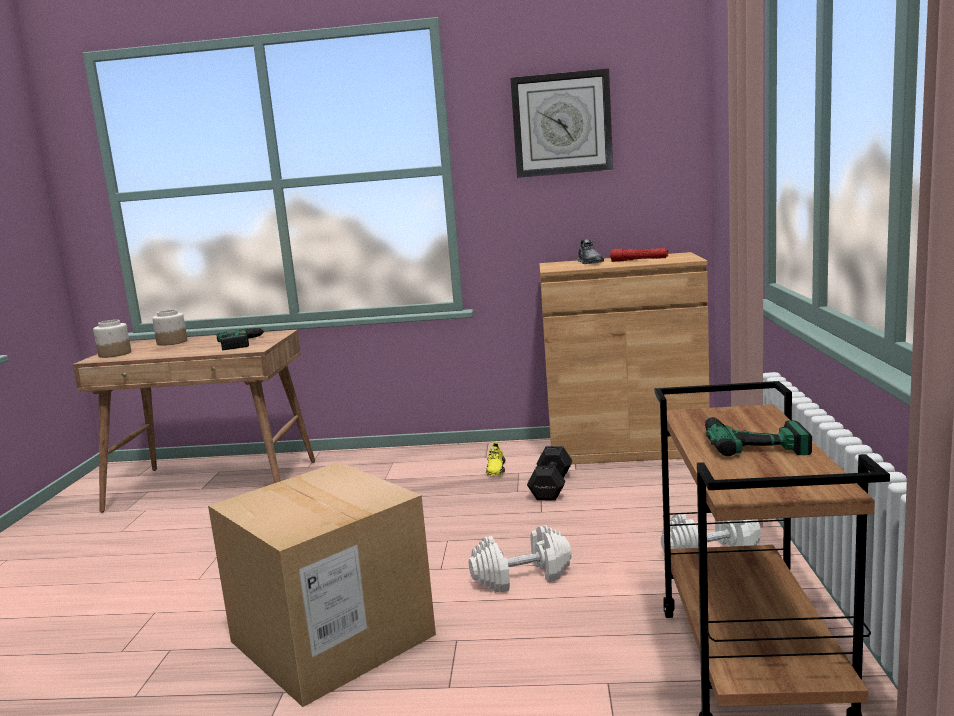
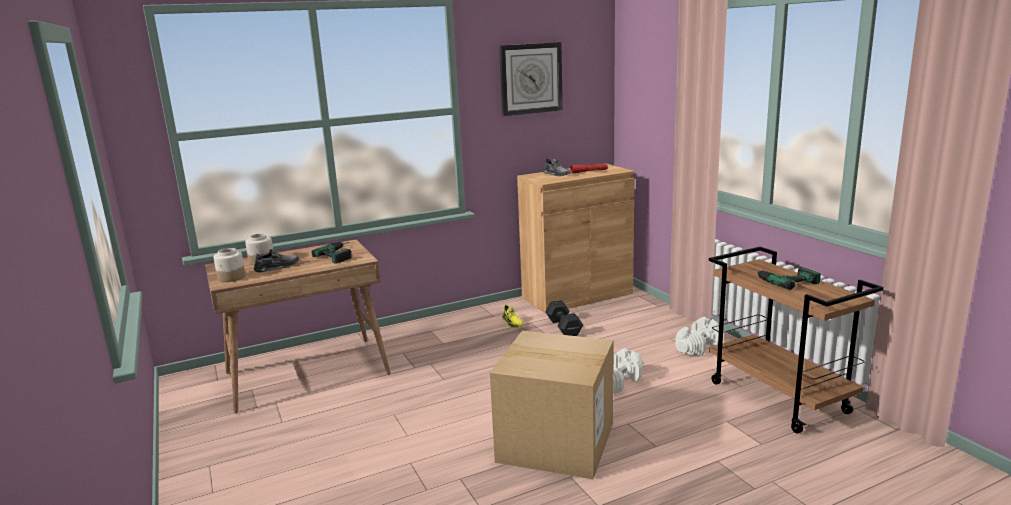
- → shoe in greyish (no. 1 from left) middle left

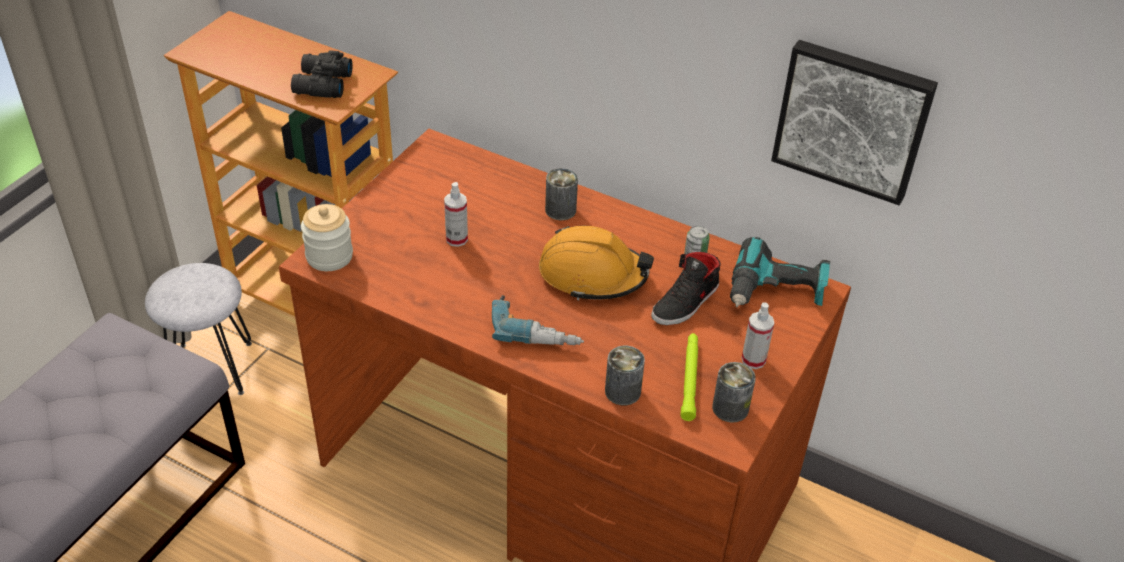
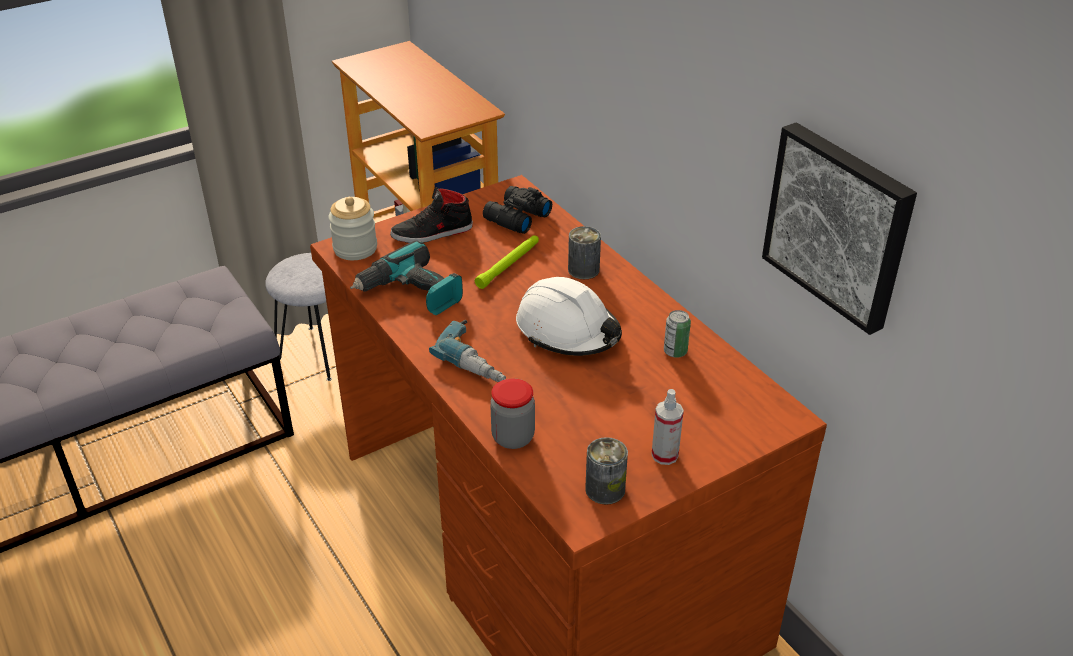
pair of binoculars in black-coloured top left → pair of binoculars in black-coloured top centre, relocated
spray bottle (no. 1 from left) centre → -
safety helmet in orangey centre → safety helmet in white centre
can (no. 2 from left) bottom centre → jar (no. 2 from left) centre
shoe in black-coloured centre → shoe in black-coloured top centre, relocated
hand torch in green-coloured bottom centre → hand torch in green-coloured centre, relocated
electric drill (no. 2 from left in the first image) middle right → electric drill (no. 1 from left) centre, relocated

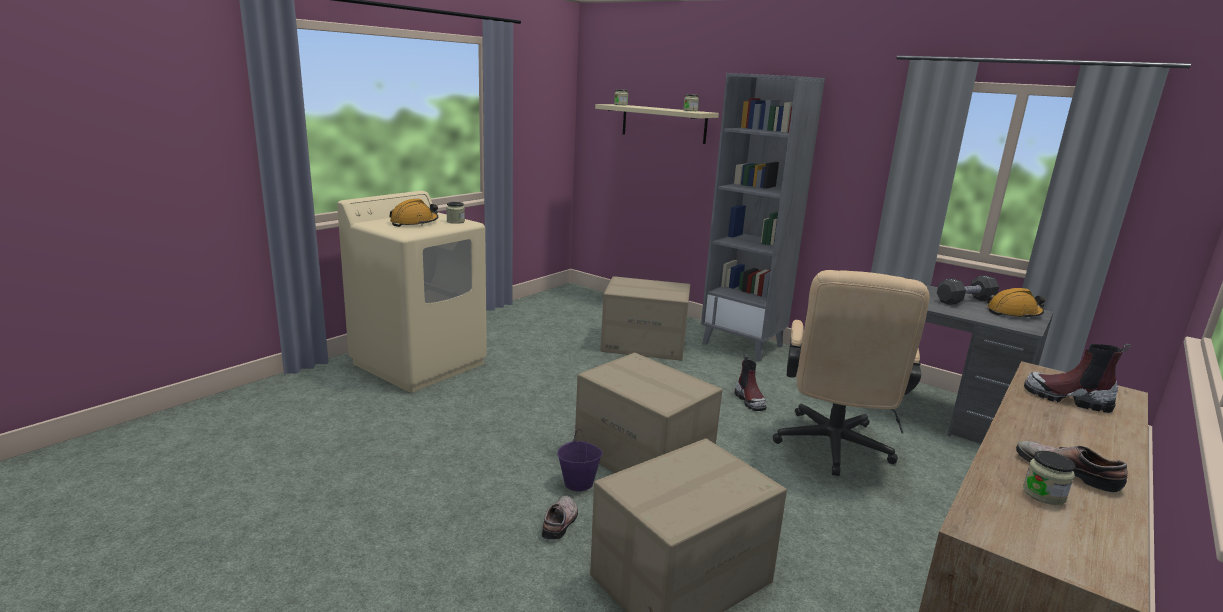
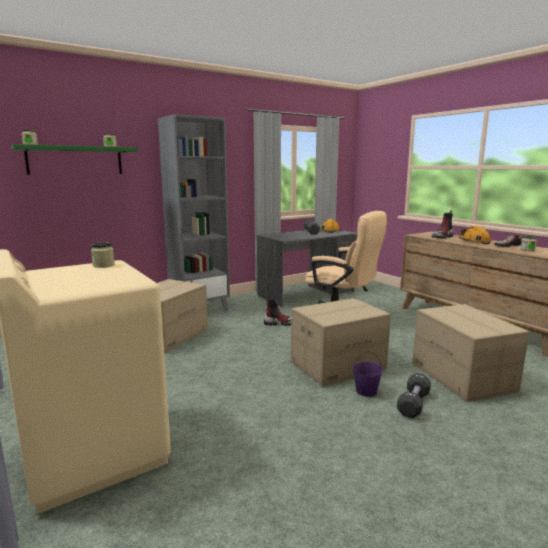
safety helmet in orangey (no. 1 from left in the first image) centre → safety helmet in orangey (no. 2 from left) middle right, relocated
shoe (no. 1 from left) bottom centre → dumbbell in black-coloured (no. 2 from left) bottom right
shelf in beige-coloured top centre → shelf in green-coloured top left

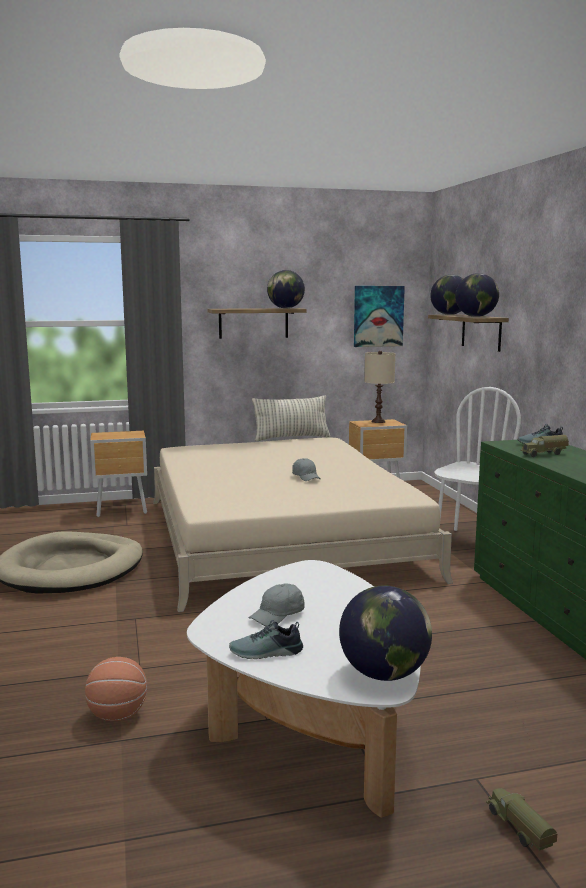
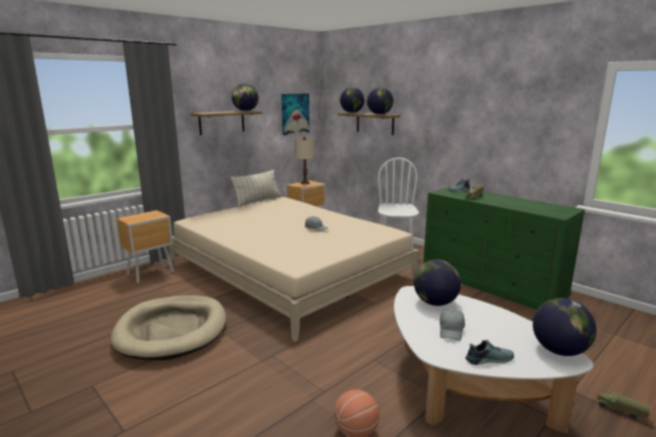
shoe (no. 1 from left in the first image) bottom centre → shoe (no. 2 from left) bottom right, 150 degrees counterclockwise
- → globe (no. 4 from left) centre

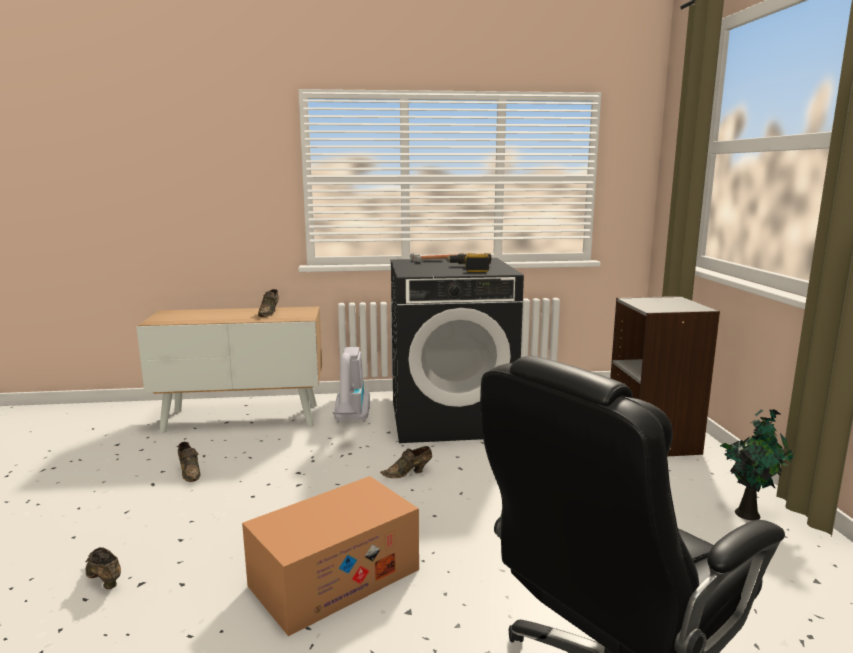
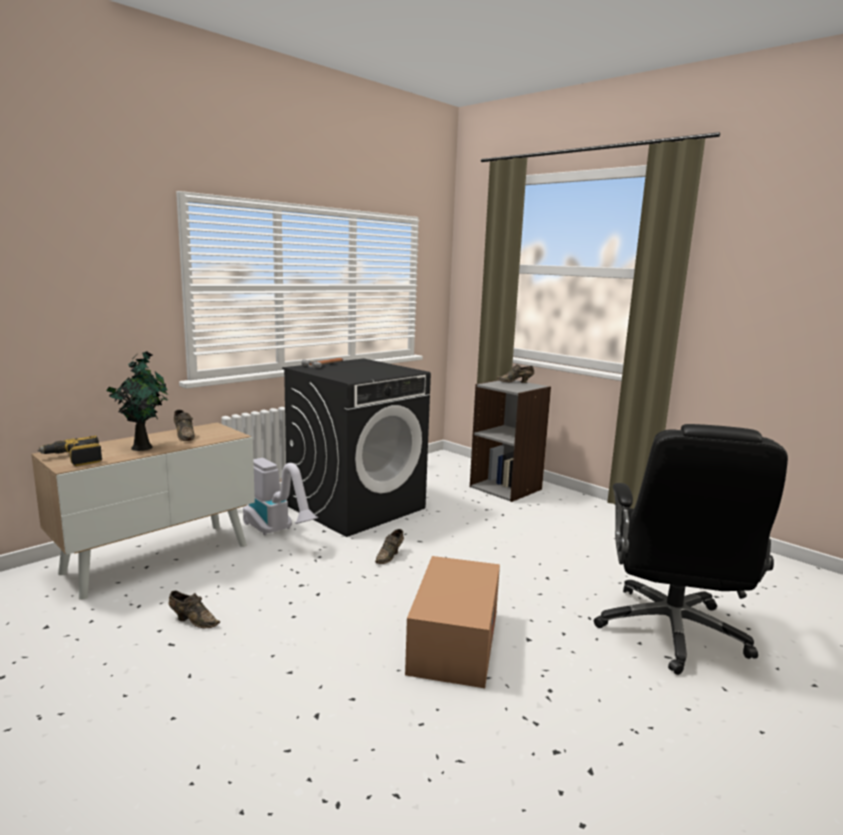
shoe in brownish (no. 1 from left in the first image) bottom left → shoe in brownish (no. 4 from left) centre, relocated
electric drill centre → electric drill middle left, relocated
potted plant bottom right → potted plant middle left, relocated

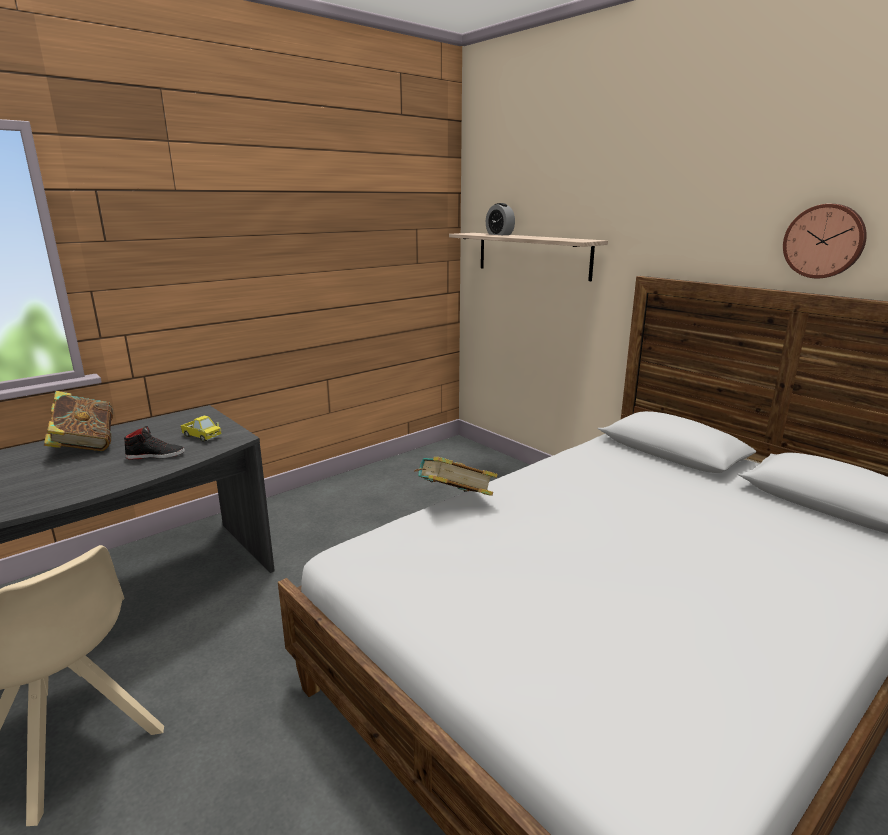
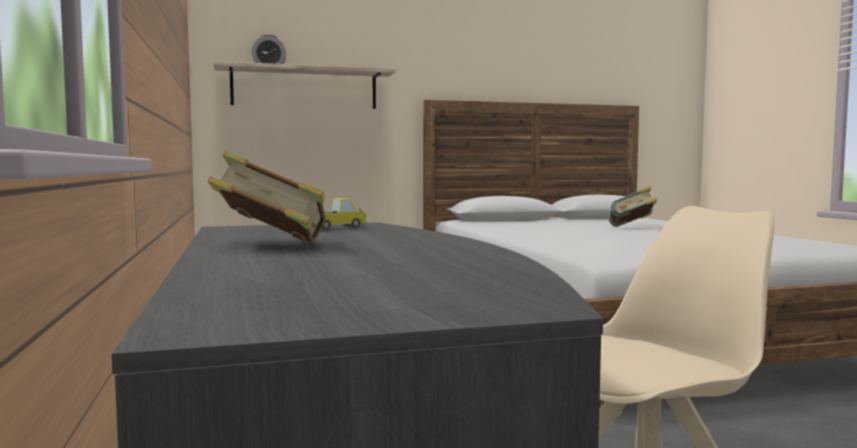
shoe in black-coloured middle left → -
volume (no. 2 from left) centre → volume (no. 2 from left) middle right, relocated
hanging clock top right → -

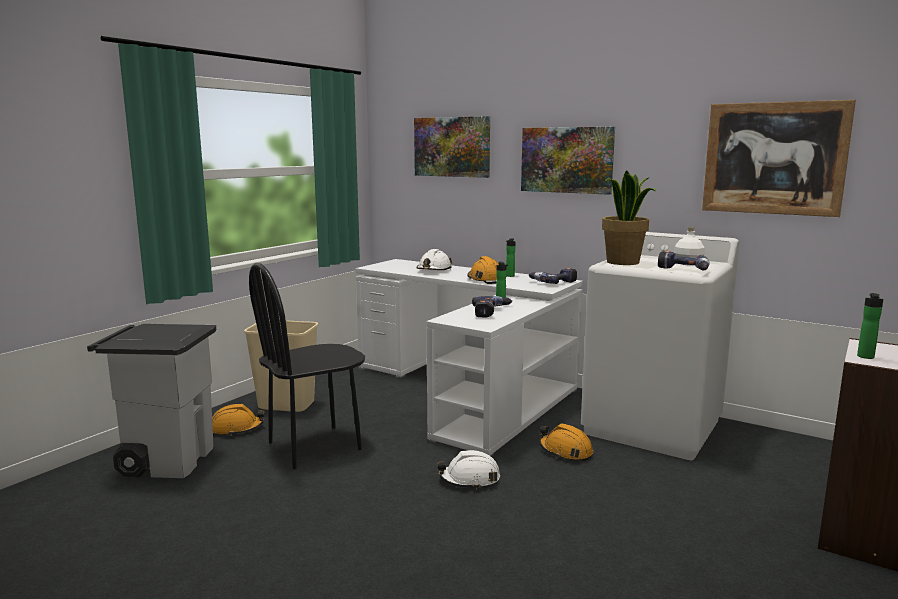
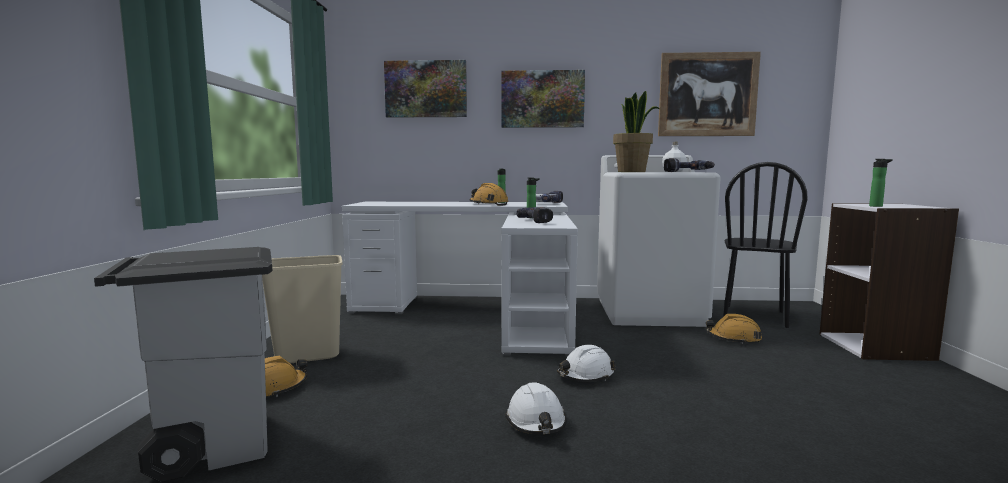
chair in black-coloured centre → chair in black-coloured middle right, relocated
safety helmet in white (no. 1 from left) centre → safety helmet in white (no. 1 from left) bottom centre, relocated
safety helmet in orangey (no. 3 from left) bottom centre → safety helmet in orangey (no. 3 from left) bottom right, relocated

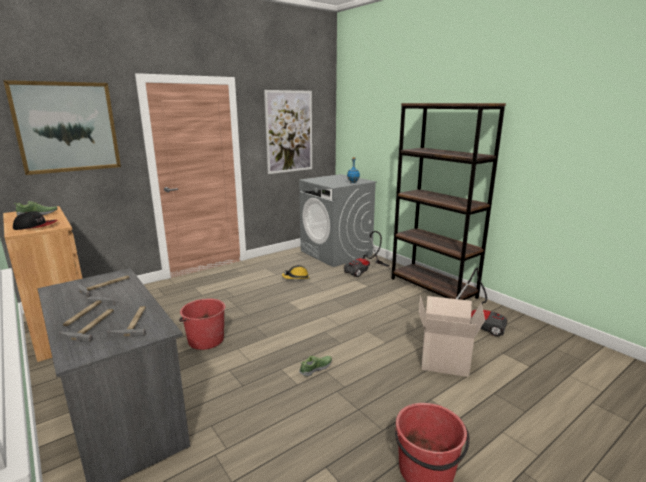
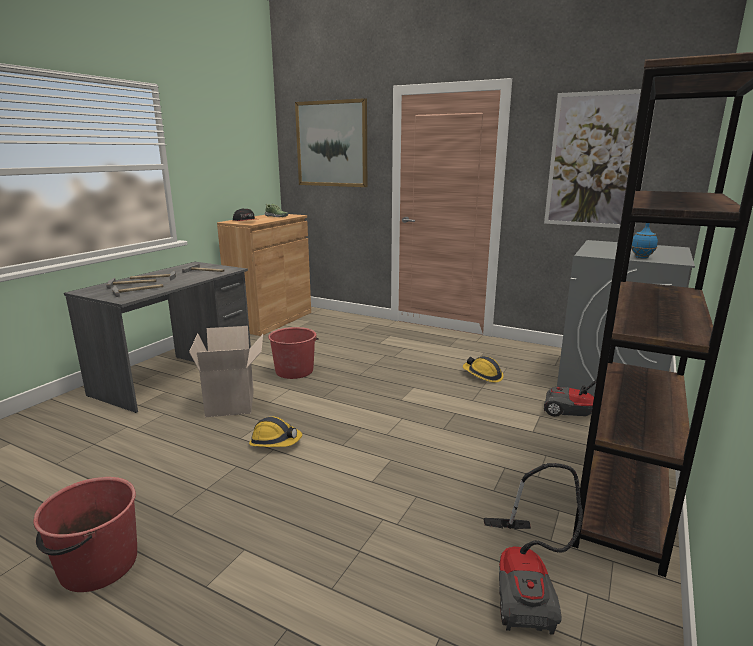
shoe (no. 2 from left) bottom centre → safety helmet (no. 1 from left) bottom centre
cardboard box bottom right → cardboard box middle left, relocated

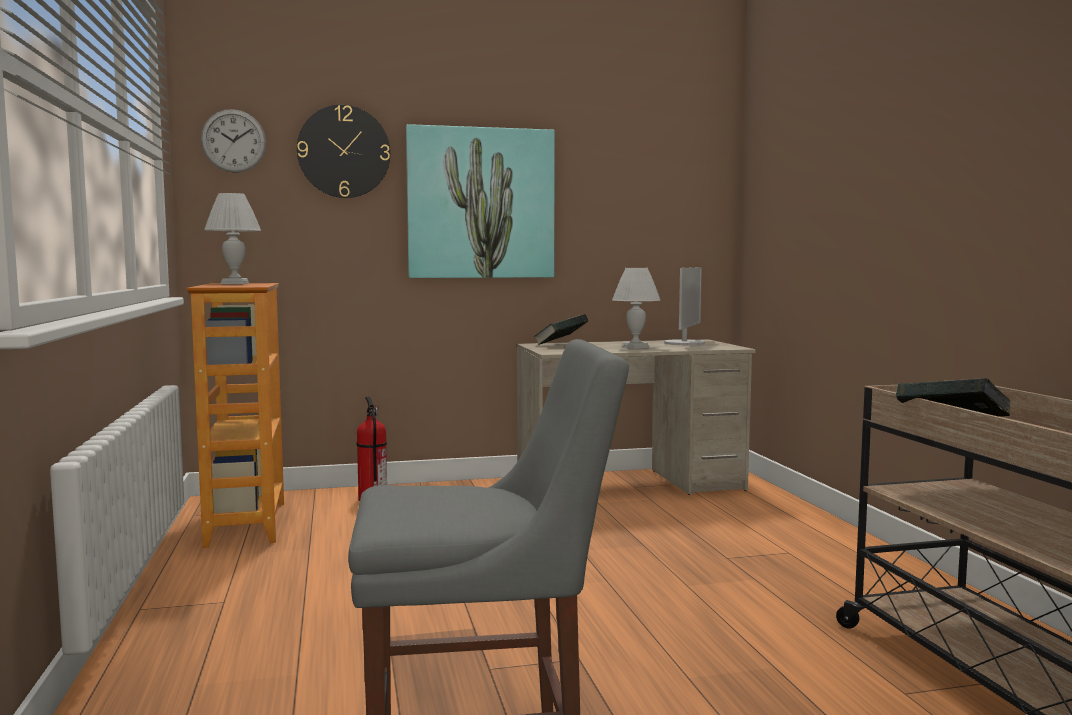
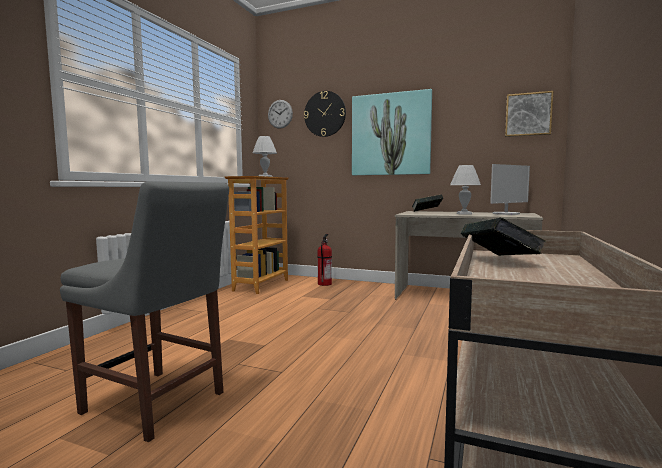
- → wall art (no. 2 from left) top right

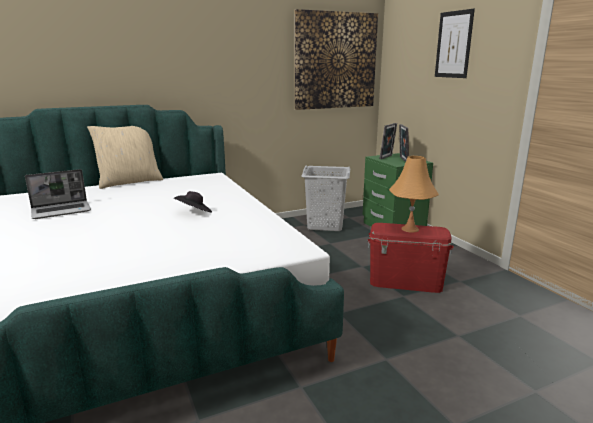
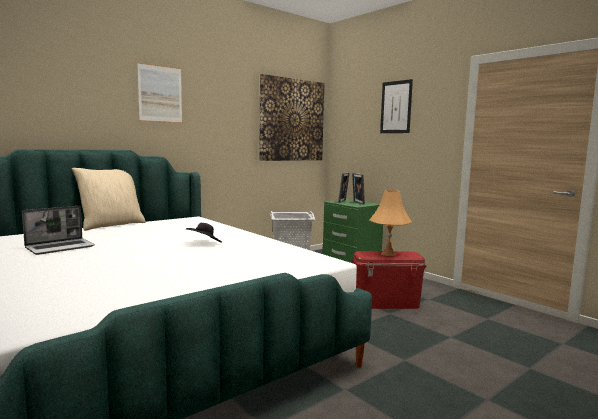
- → wall art (no. 1 from left) top left

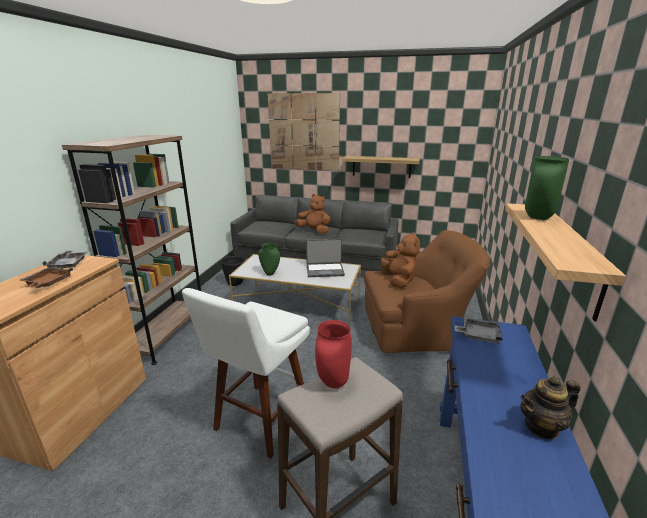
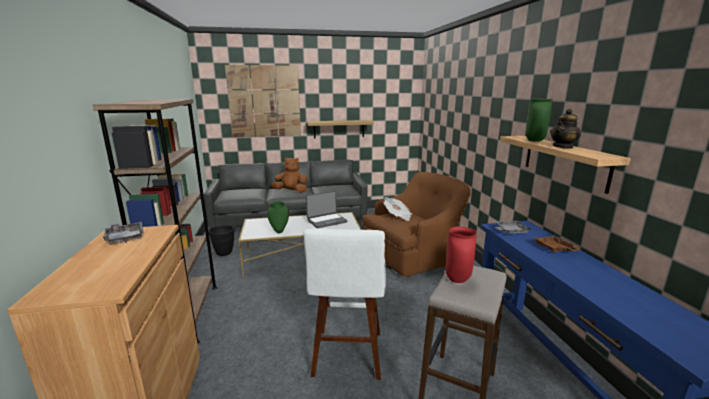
serving tray in brownish middle left → serving tray in brownish middle right, relocated
cuddly toy in brownish (no. 2 from left) centre → daily paper centre
tea pot bottom right → tea pot top right, relocated

